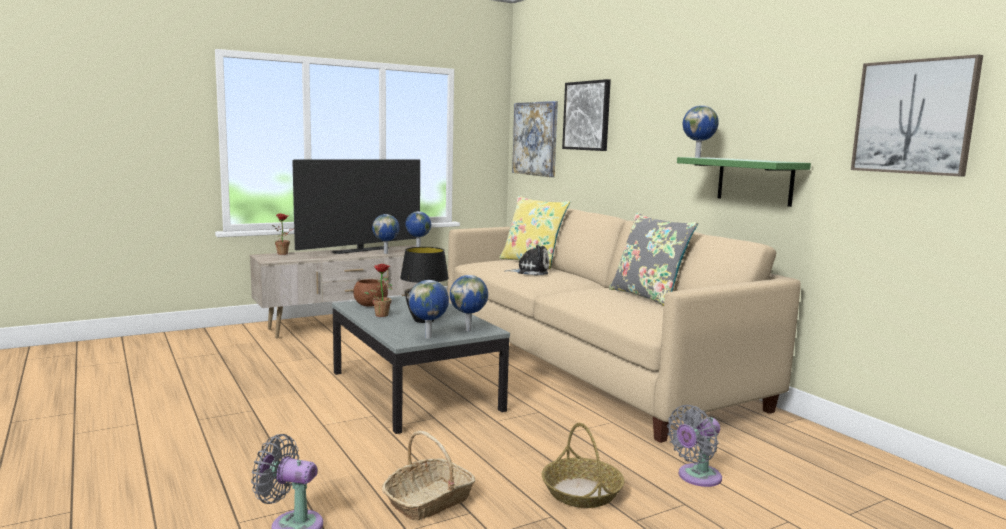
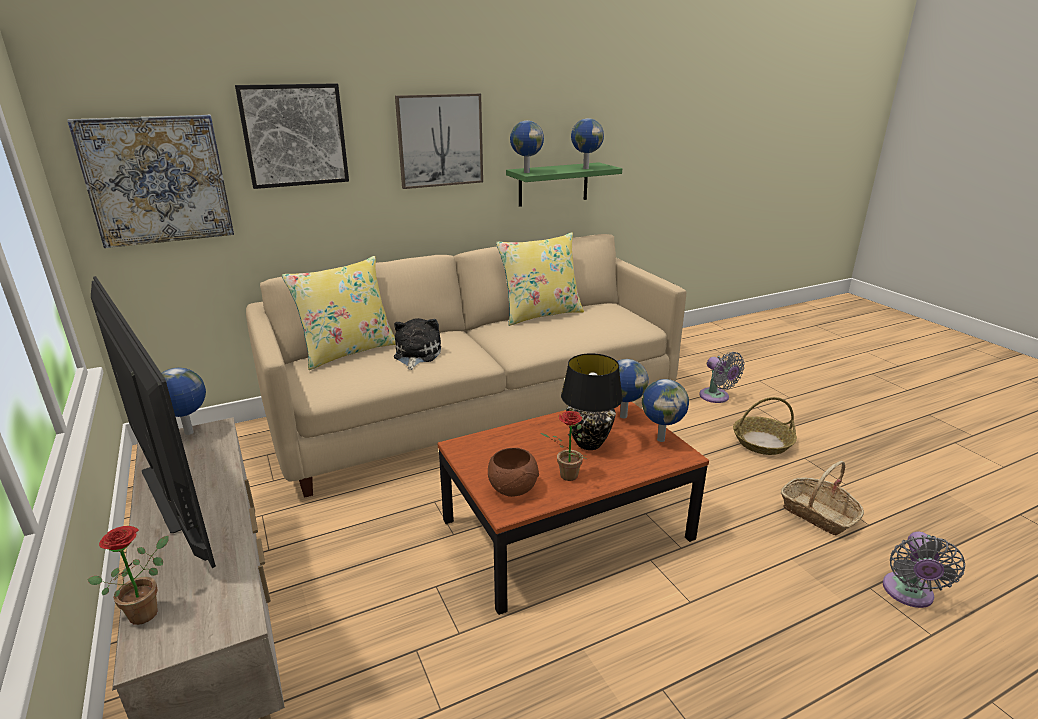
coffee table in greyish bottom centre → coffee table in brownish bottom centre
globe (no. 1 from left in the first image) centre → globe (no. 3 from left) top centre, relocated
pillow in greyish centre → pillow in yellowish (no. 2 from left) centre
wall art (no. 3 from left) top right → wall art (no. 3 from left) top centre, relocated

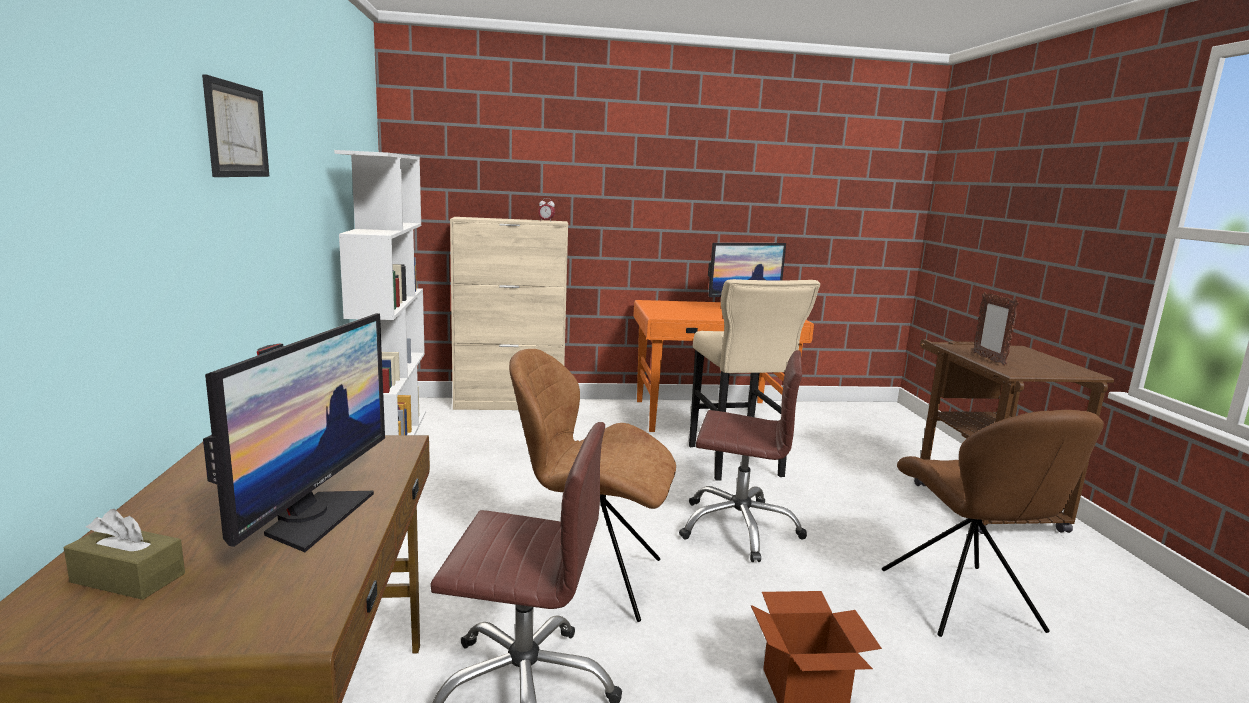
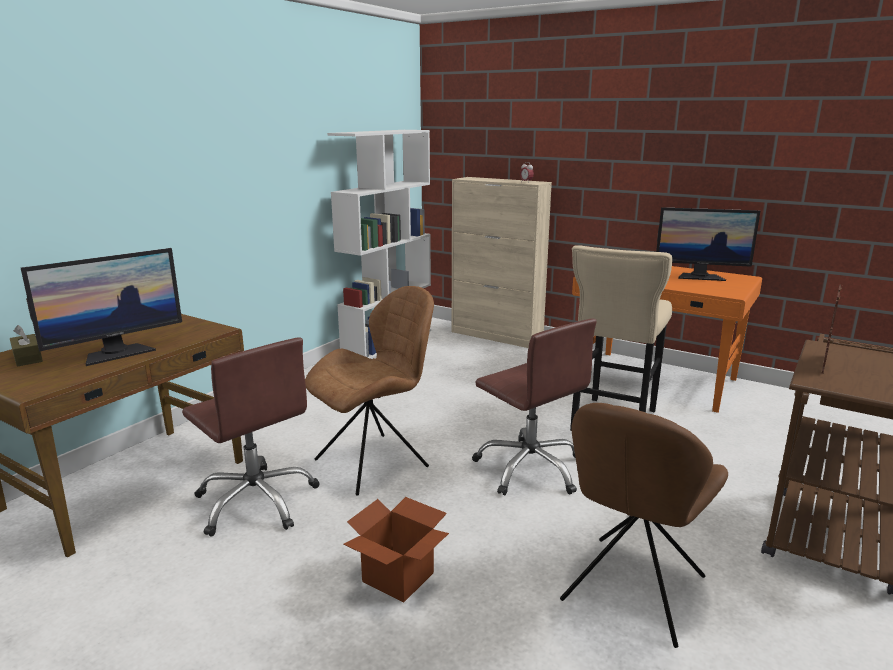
wall art top left → -
chair in brownish (no. 1 from left) bottom centre → chair in brownish (no. 1 from left) centre, 90 degrees clockwise

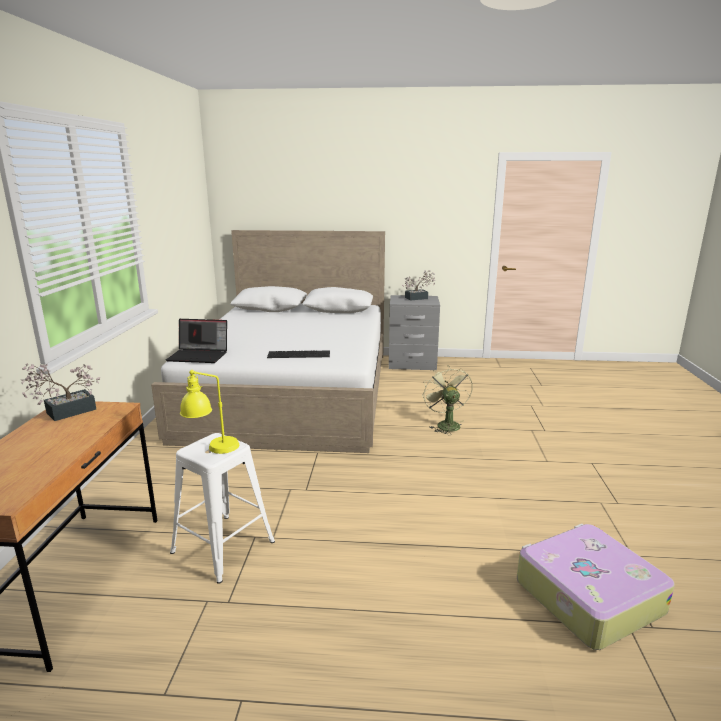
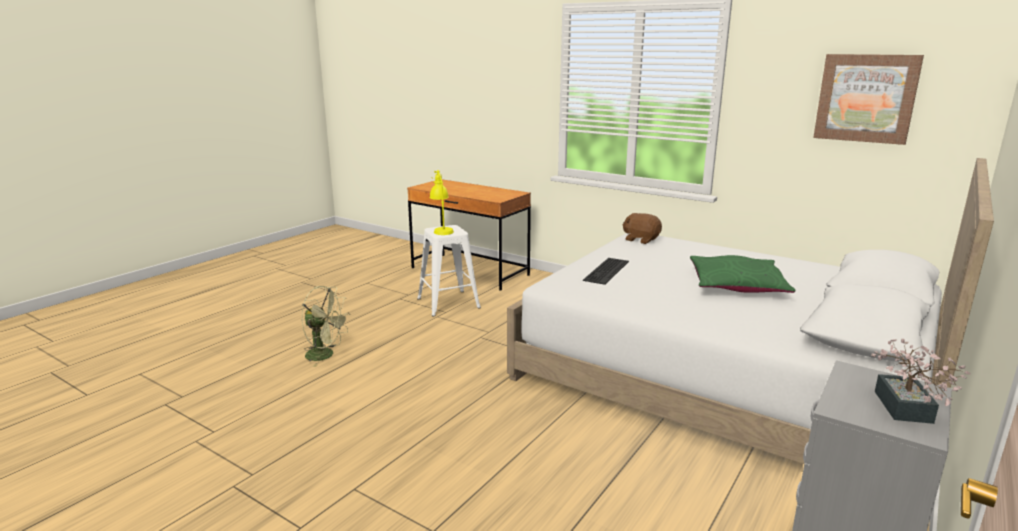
potted plant (no. 1 from left) middle left → -
laptop middle left → cuddly toy in brownish centre
cooling fan in green-coloured centre → cooling fan in green-coloured middle left, relocated
suitcase bottom right → -
- → pillow in green-coloured middle right
- → wall art top right

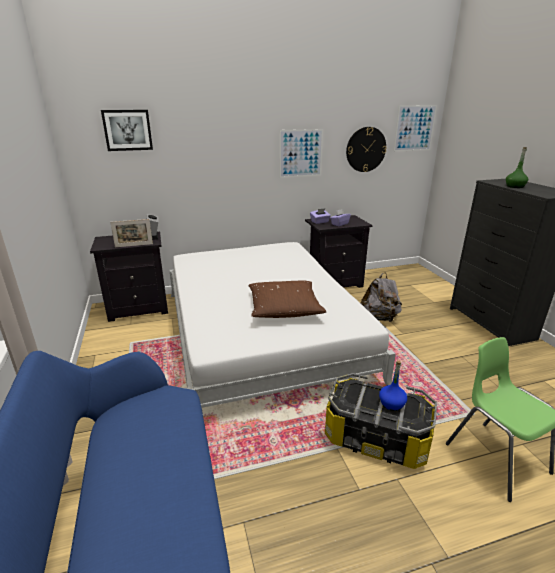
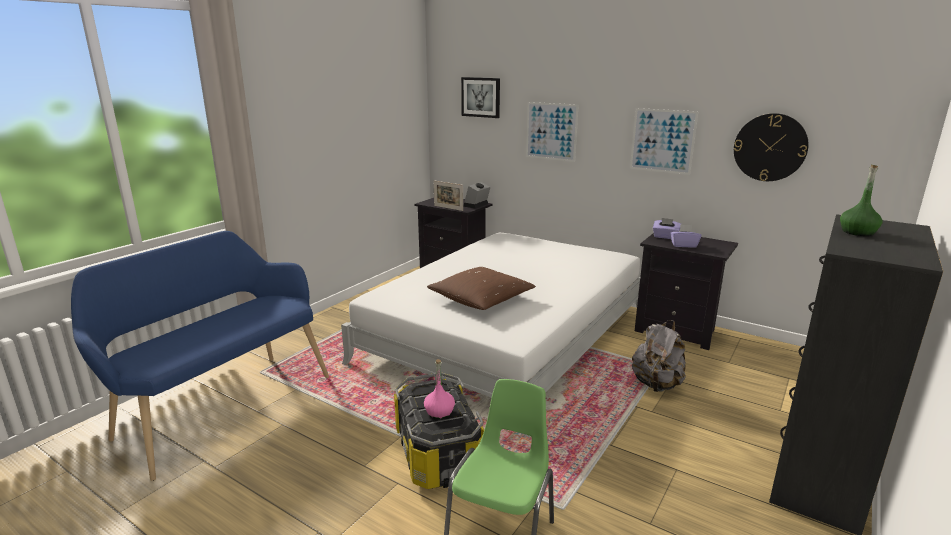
drink bottle in blue bottom right → drink bottle in pink-coloured bottom centre
wall art (no. 3 from left in the first image) top right → wall art (no. 2 from left) top centre, relocated

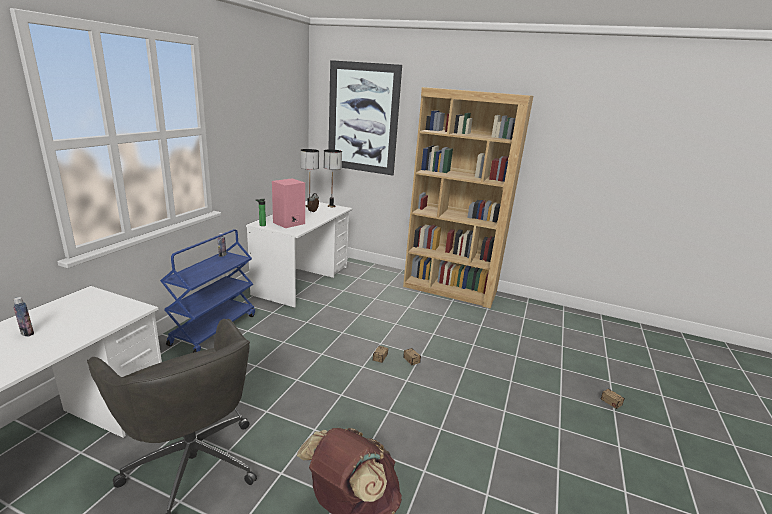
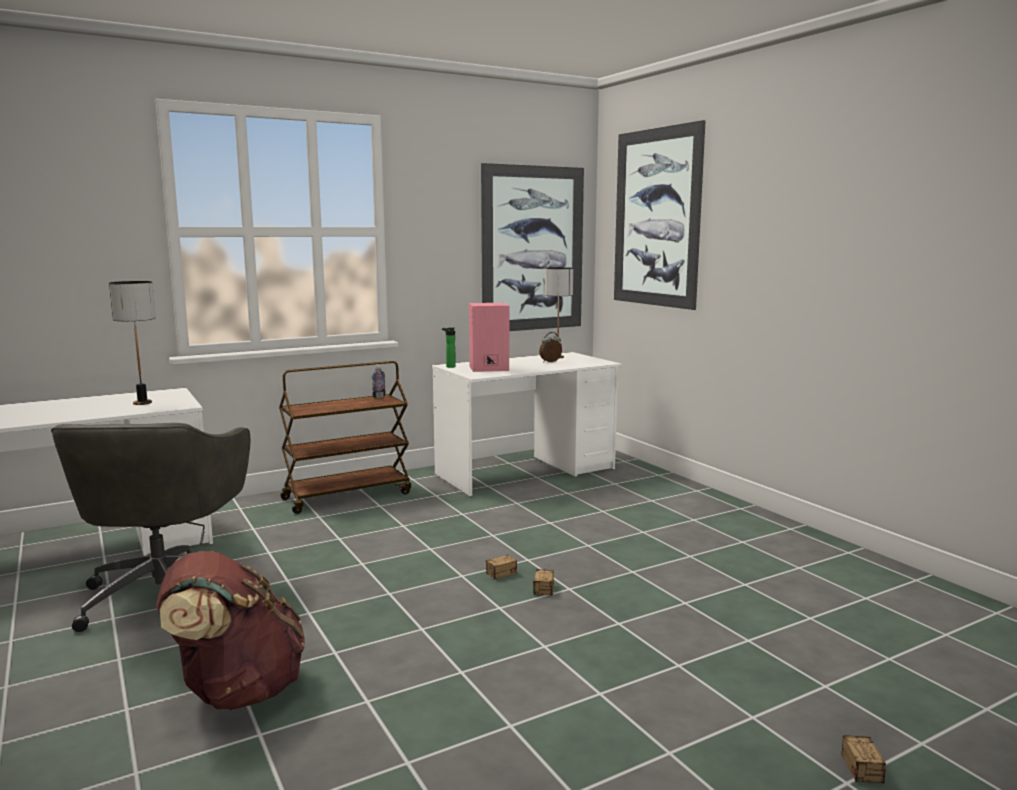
drink bottle (no. 1 from left) middle left → -
trolley in blue middle left → trolley in brownish centre
table lamp (no. 2 from left in the first image) centre → table lamp (no. 1 from left) middle left, relocated
bookcase in brownish centre → -
- → wall art (no. 1 from left) top centre

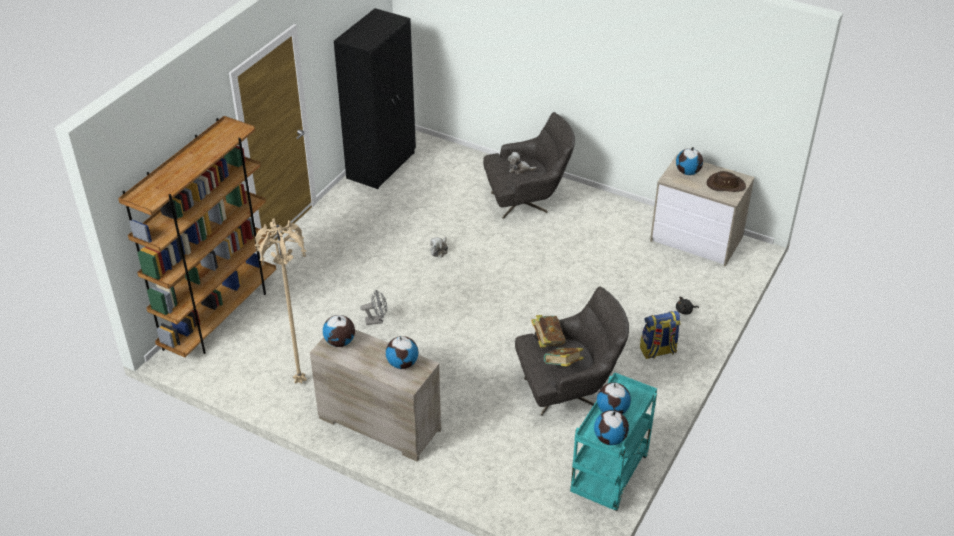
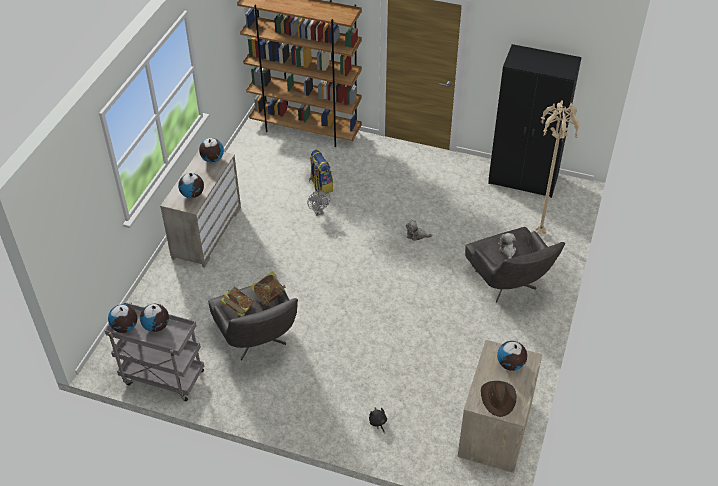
standing lamp in beige-coloured middle left → standing lamp in beige-coloured middle right, relocated
trolley in turquoise-coloured bottom centre → trolley in greyish bottom left
knapsack middle right → knapsack centre, relocated

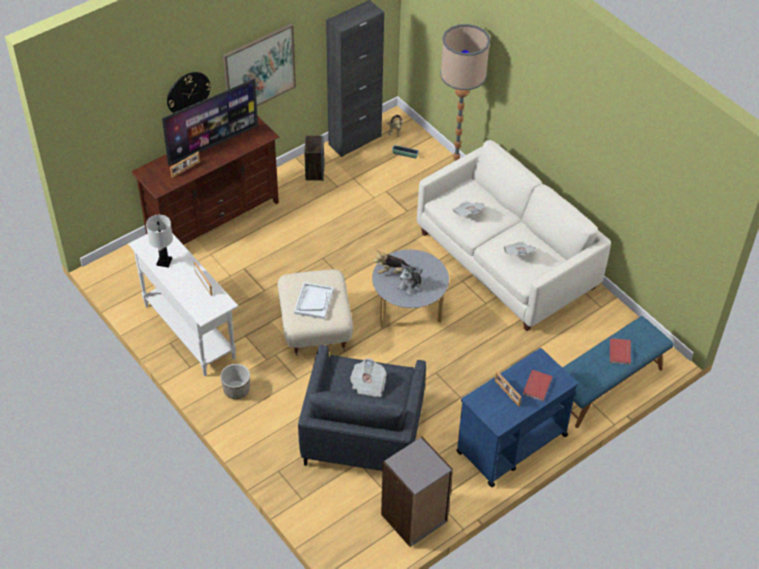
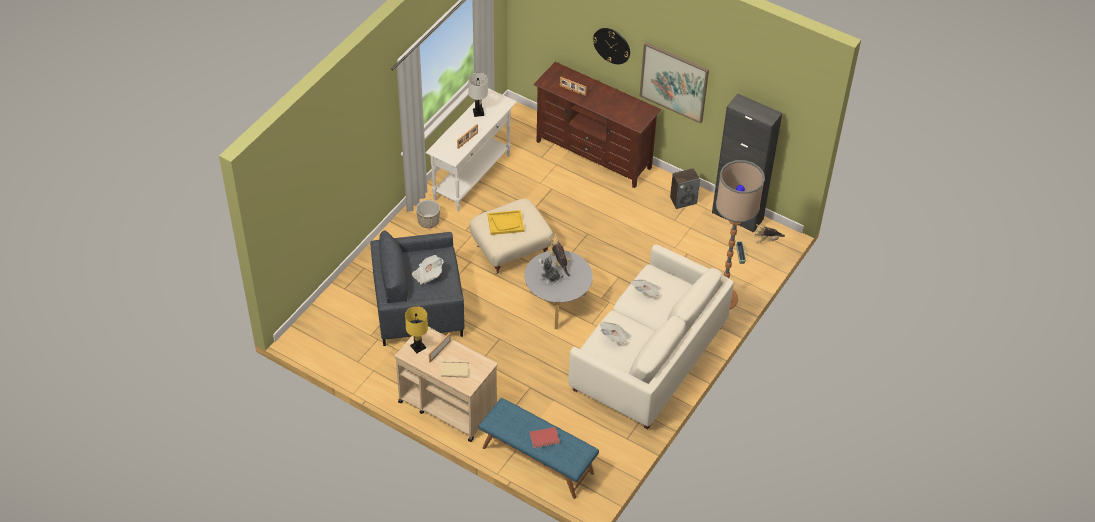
TV top left → -
serving tray in white centre → serving tray in yellowish centre
bookcase in greyish bottom centre → -
trolley in blue bottom right → trolley in beige-coloured bottom centre
volume in reddish (no. 1 from left) bottom right → volume in beige-coloured bottom centre
- → table lamp in yellowish centre

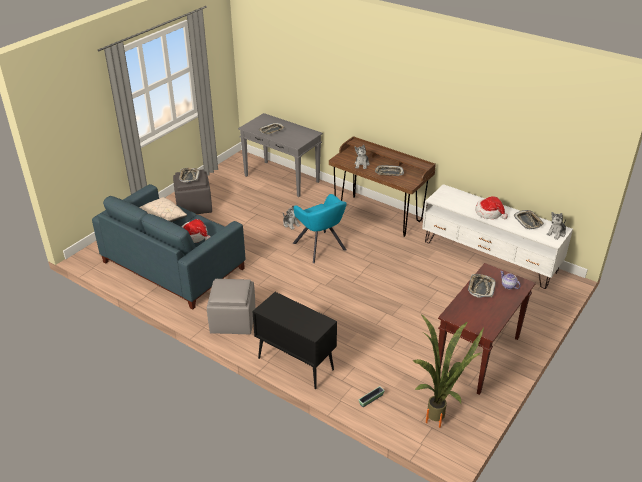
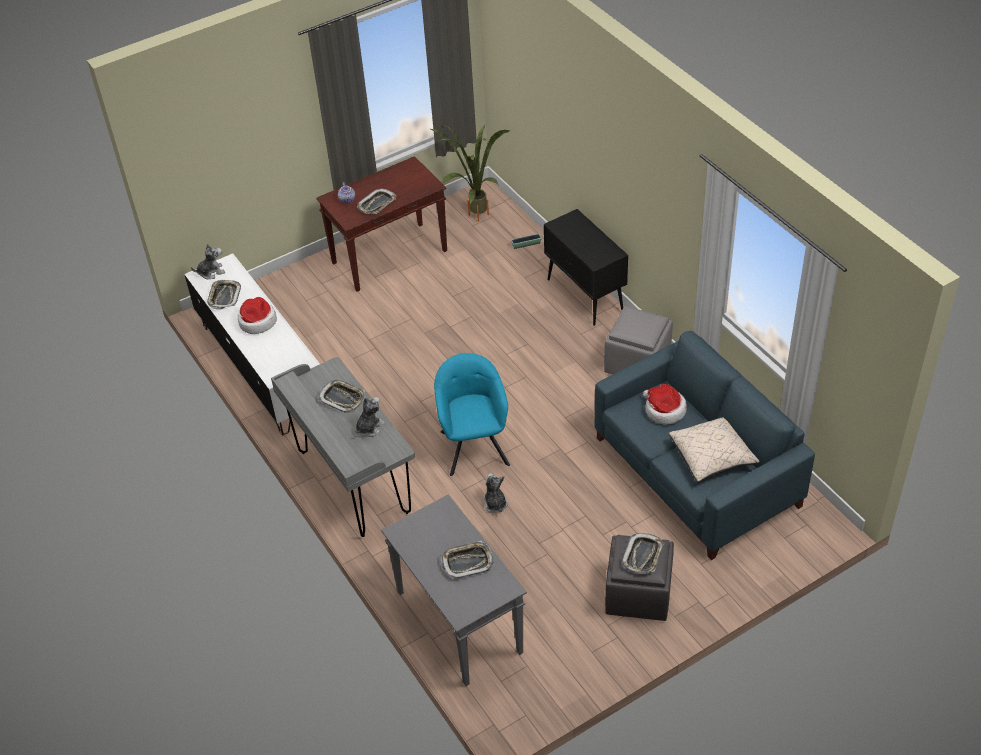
desk table in brownish centre → desk table in greyish centre

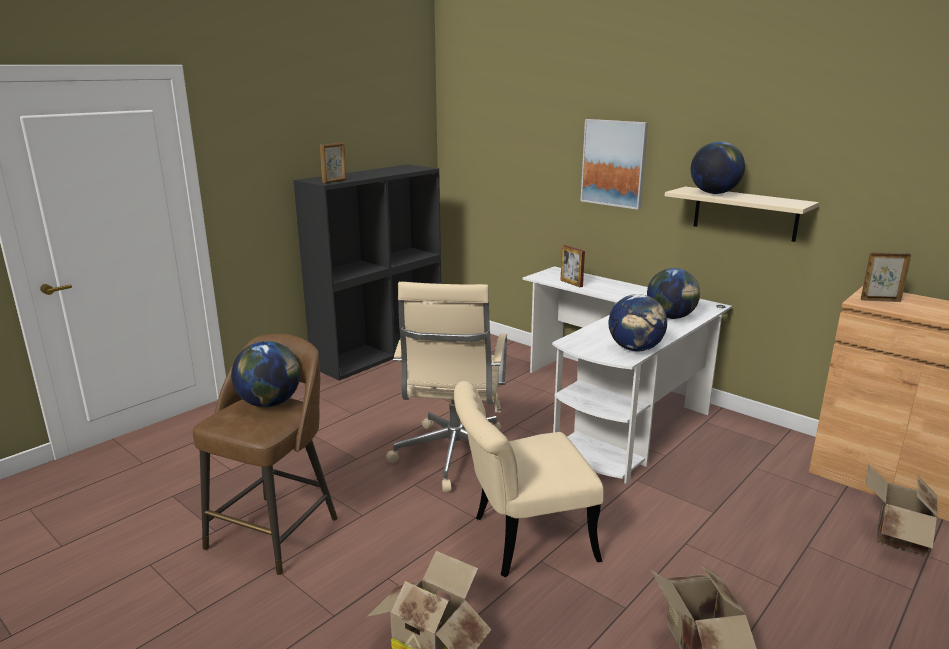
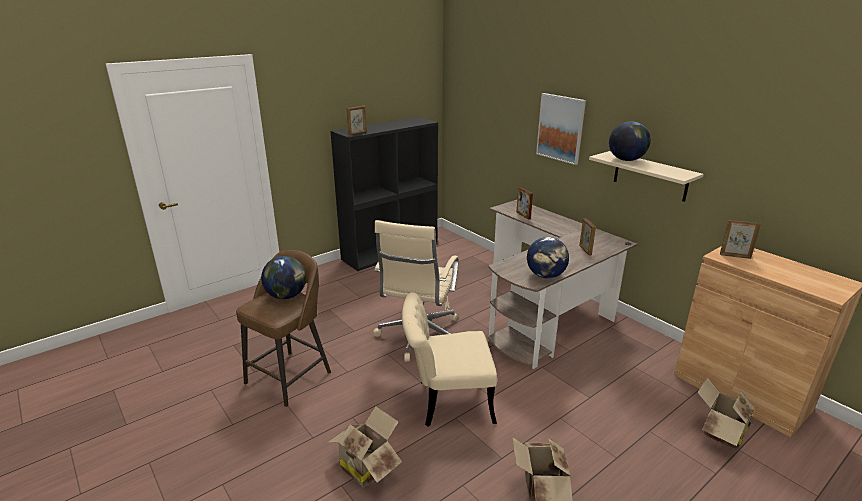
desk table in white centre → desk table in brownish centre
globe (no. 3 from left) middle right → standing frame (no. 3 from left) middle right

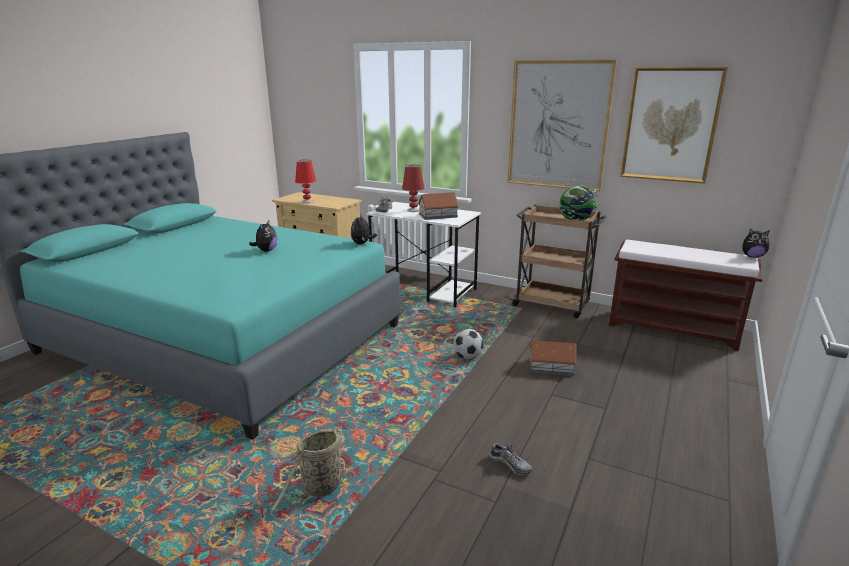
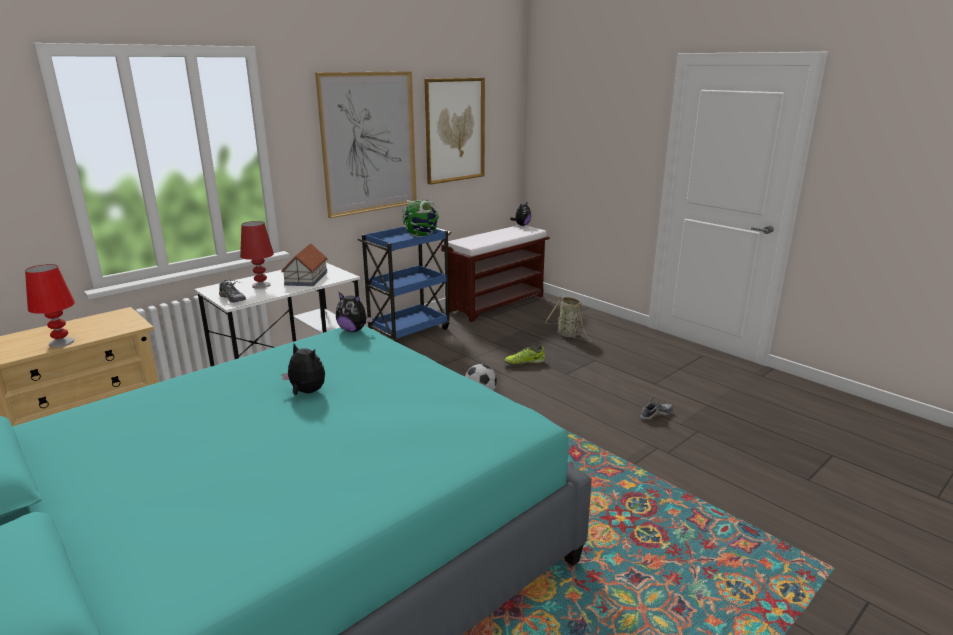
household basket bottom centre → household basket centre, relocated
trolley in brownish centre → trolley in blue centre
toy house (no. 2 from left) centre → shoe (no. 2 from left) centre

